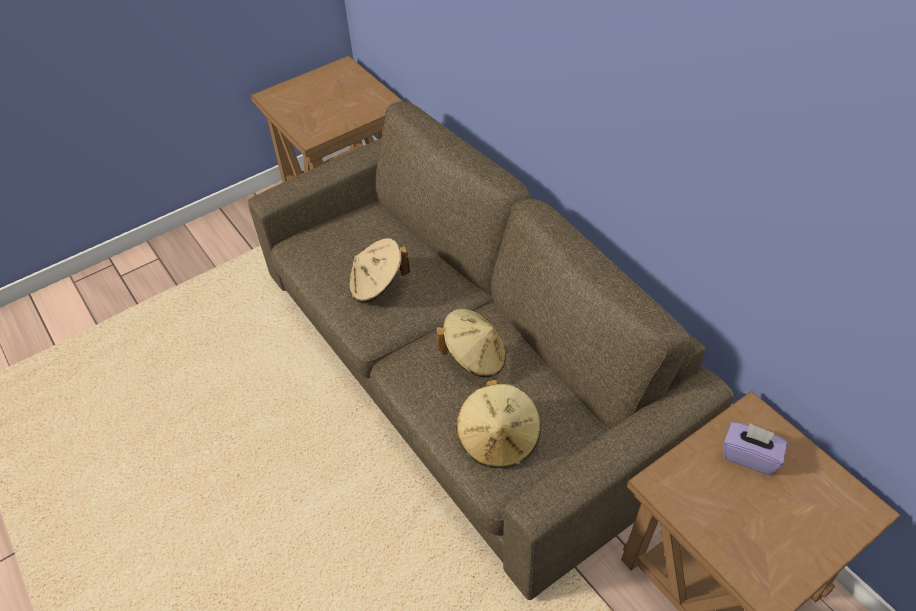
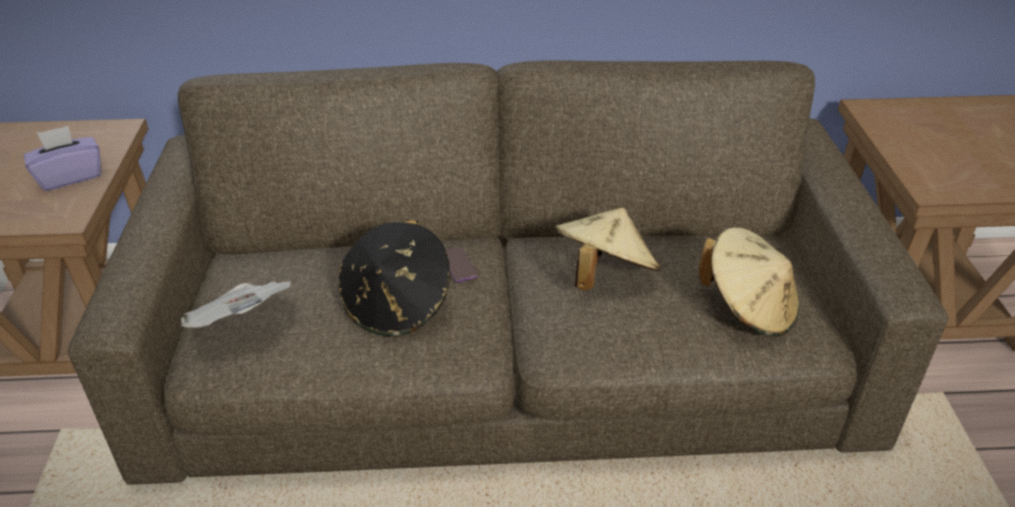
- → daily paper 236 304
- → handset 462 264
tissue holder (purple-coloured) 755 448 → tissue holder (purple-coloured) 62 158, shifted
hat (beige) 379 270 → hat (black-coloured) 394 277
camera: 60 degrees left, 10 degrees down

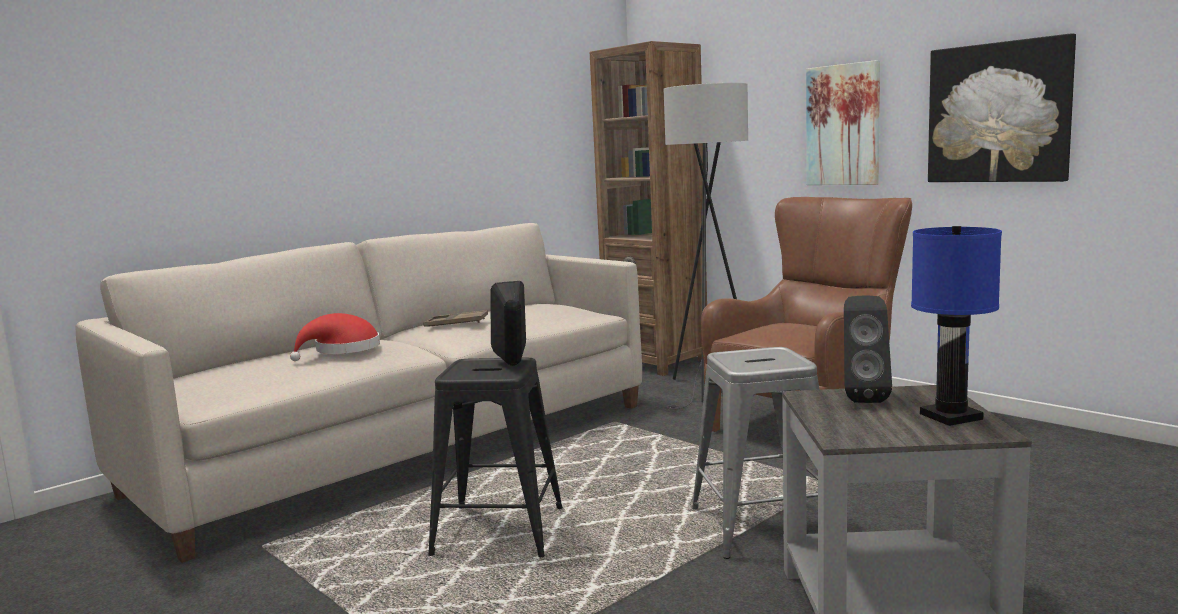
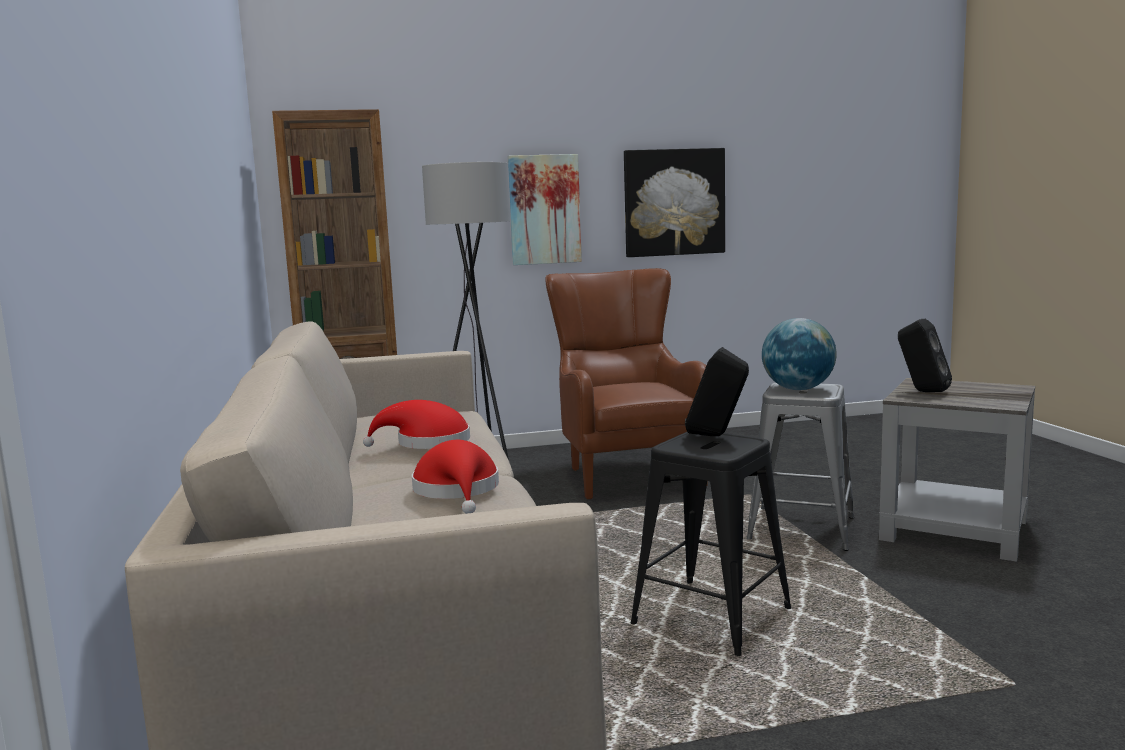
table lamp (blue-coloured) 956 326 → -
- → globe 799 354
carrying tray (brown-coloured) 455 318 → hat (reddish) 416 424
camera: 60 degrees left, 0 degrees up

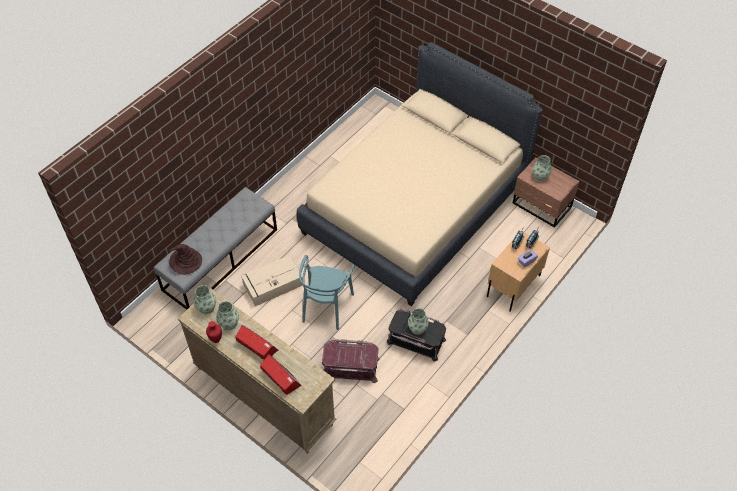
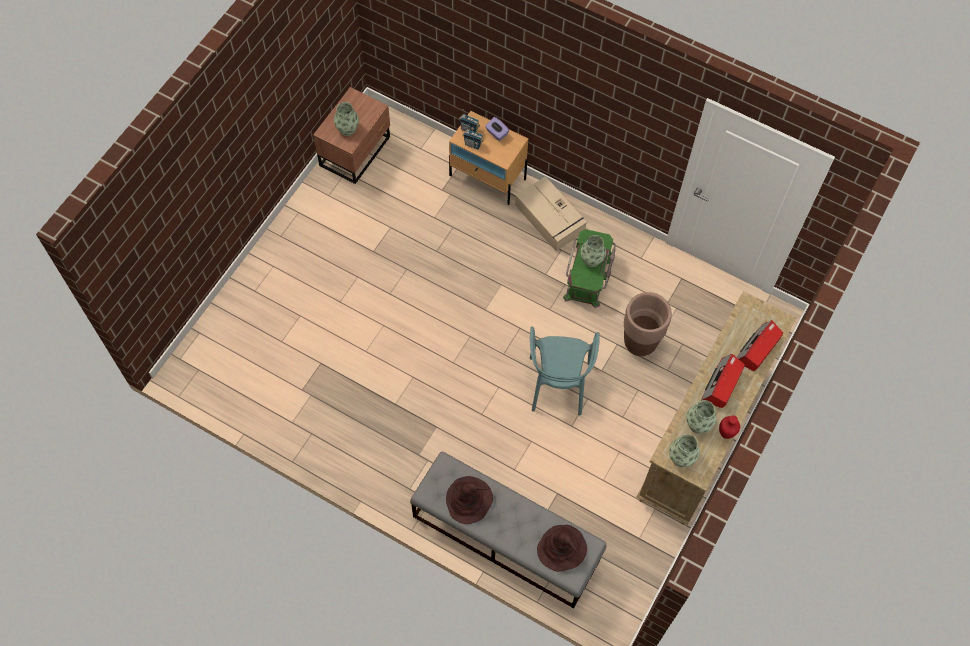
bedroom bed (beige) 420 174 → -
- → hat (brown-coloured) 469 500
storage container (beige) 272 281 → storage container (beige) 551 214, shifted
storage container (reddish) 351 361 → plant pot (brown-coloured) 648 324
storage container (black-coloured) 416 335 → storage container (green) 589 268
plain chair (turquoise) 327 292 → plain chair (turquoise) 565 371, 90 degrees clockwise
camera: 100 degrees left, 10 degrees up

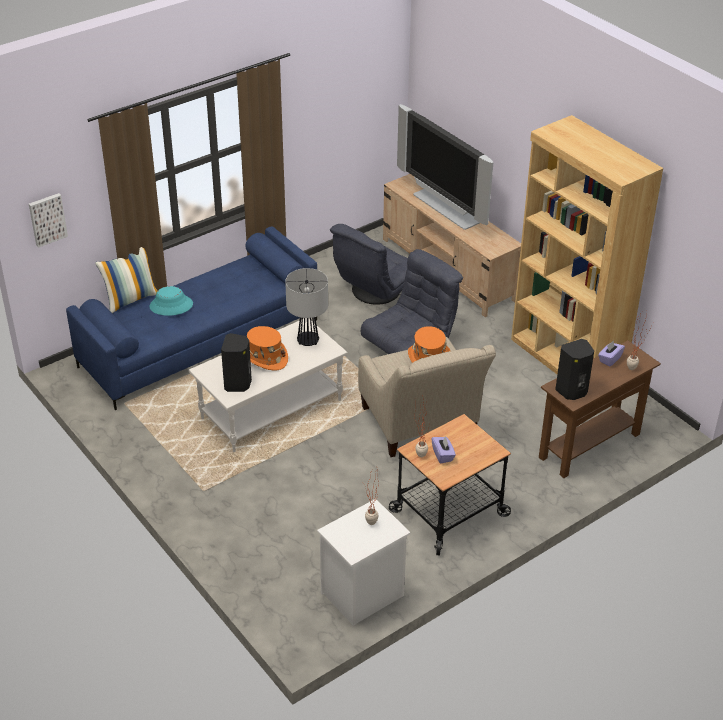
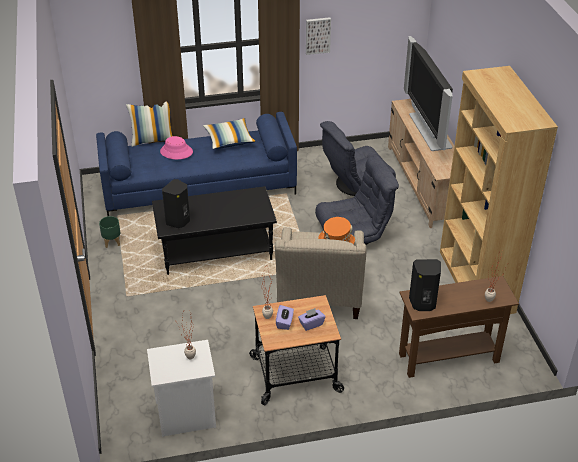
hat (orange) 267 348 → -
table lamp 306 307 → -
- → plant pot (green) 109 232
- → cushion 229 133
wall picture 48 220 → wall picture 318 36, shifted
tissue holder (purple-coloured) 611 353 → tissue holder (purple-coloured) 311 319, shifted
hat (turquoise) 171 301 → hat (pinkish) 176 147
low table (whitish) 268 385 → low table (black-coloured) 214 230
camera: 25 degrees right, 0 degrees up

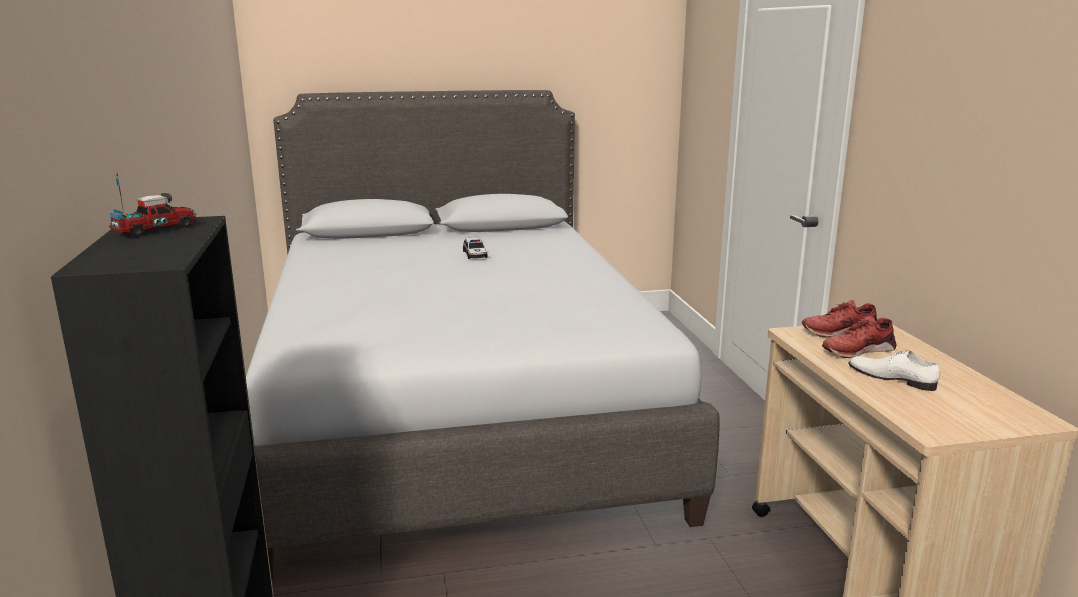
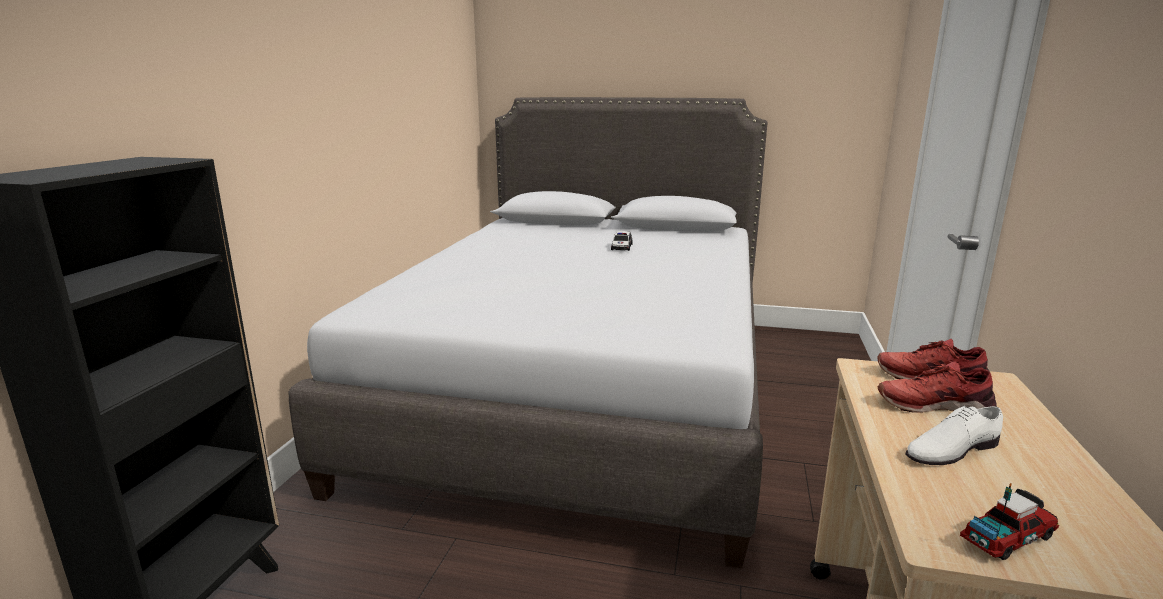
model truck 153 204 → model truck 1009 521, shifted
low shoe (whitish) 894 370 → low shoe (whitish) 954 435, 90 degrees counterclockwise
camera: 25 degrees right, 0 degrees up

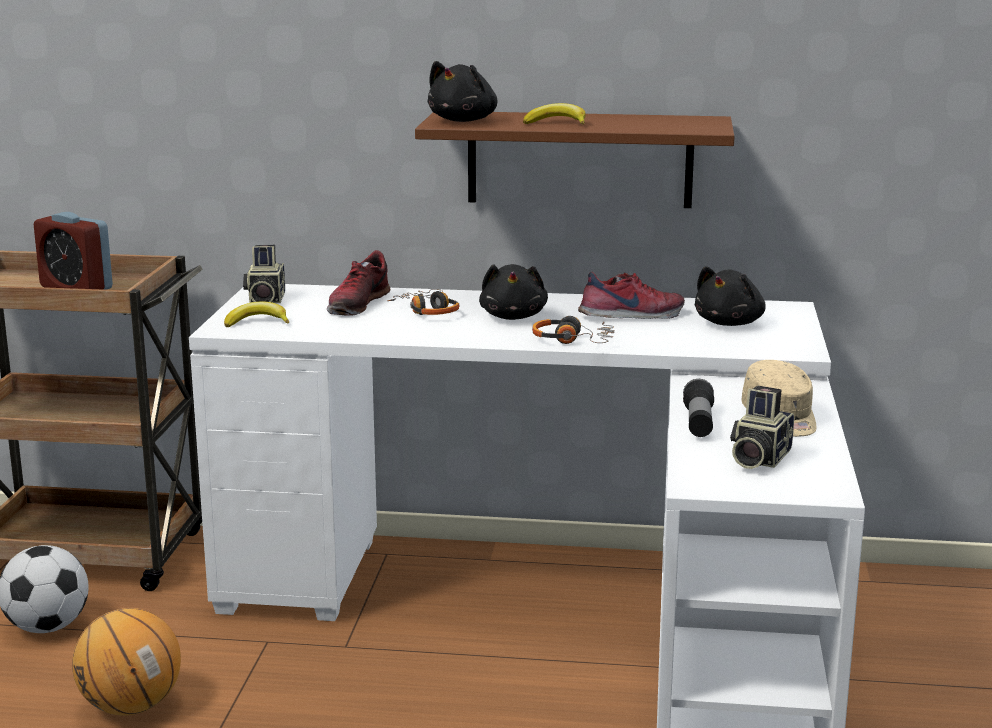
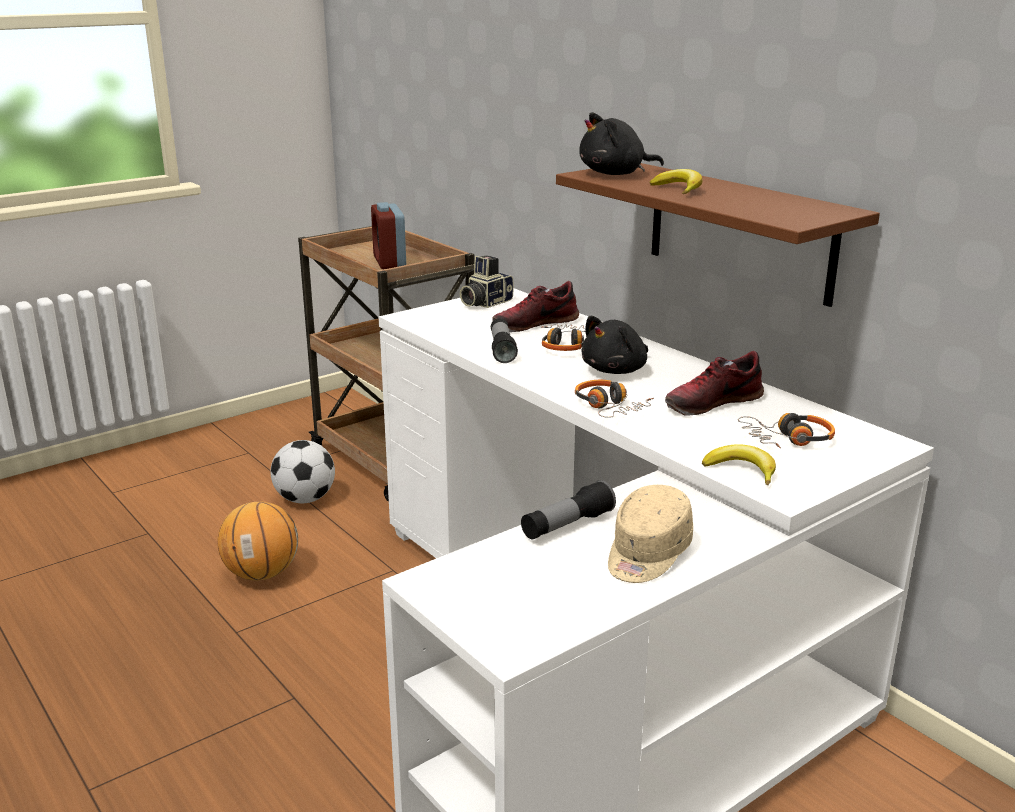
photo camera 762 427 → -
- → torch 504 340
whole banana 256 314 → whole banana 739 464, shifted
cuddly toy (black-coloured) 730 296 → pair of headphones 786 430
low shoe 631 295 → low shoe 714 383, 120 degrees clockwise
camera: 45 degrees right, 5 degrees up

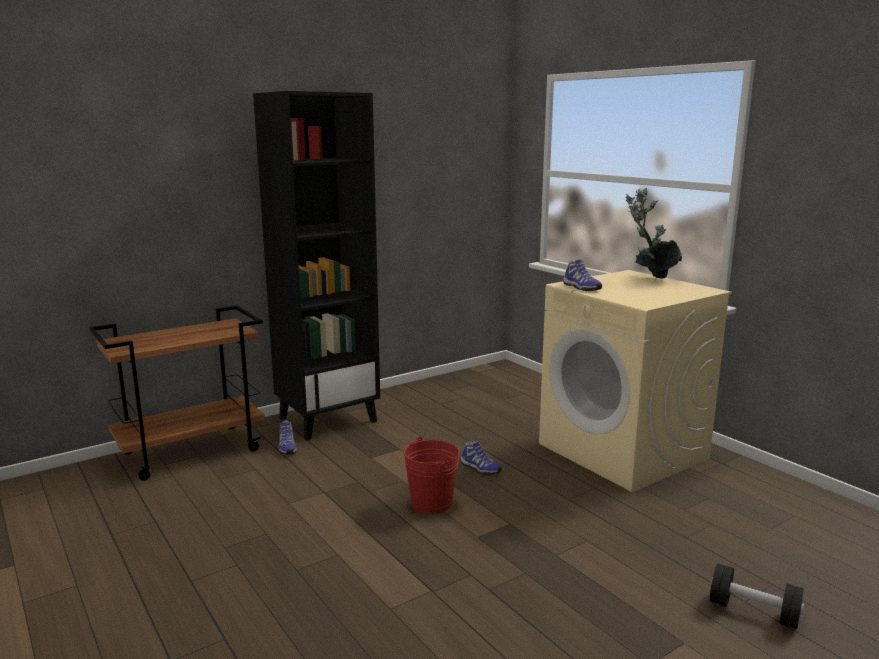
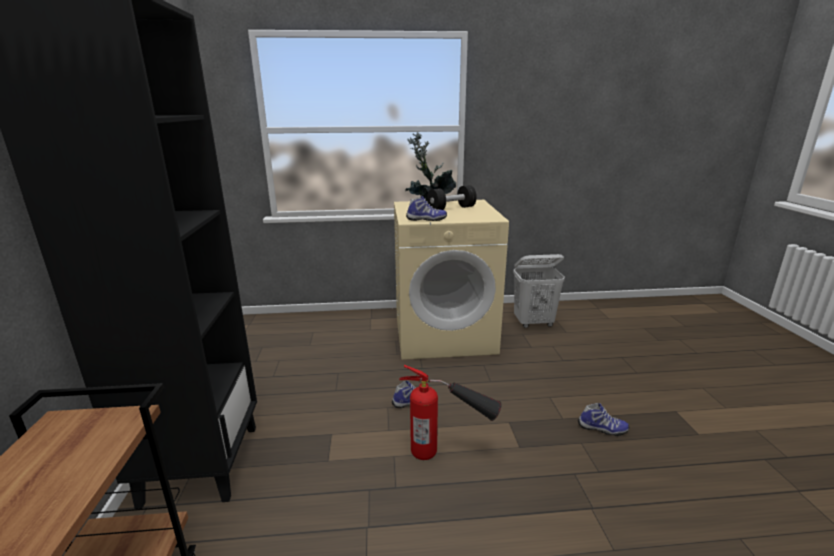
- → laundry basket (whitish) 539 291
low shoe 287 437 → low shoe 603 419, shifted
dumbbell (black-coloured) 757 596 → dumbbell (black-coloured) 452 197, shifted
pail (reddish) 431 475 → fire-fighting cylinder 450 412
camera: 60 degrees left, 5 degrees up

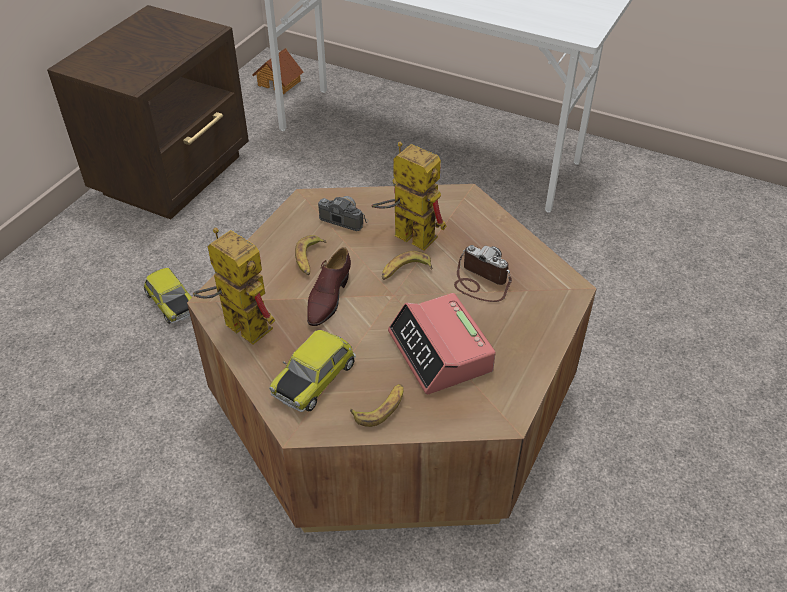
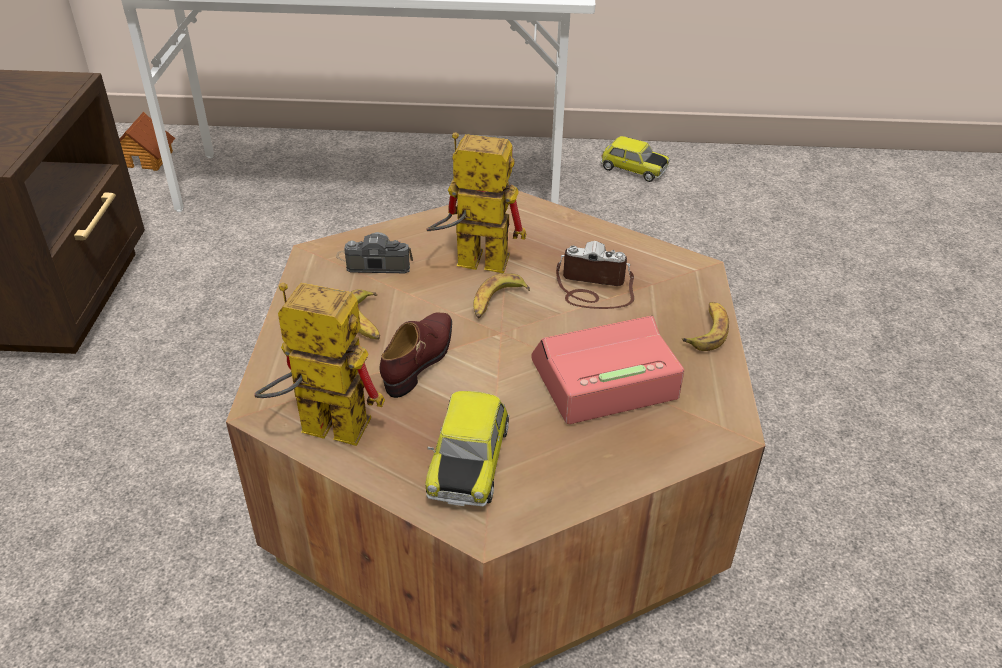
model car 168 296 → model car 635 159, shifted
whole banana 377 405 → whole banana 705 326, shifted
low shoe (brown-coloured) 329 286 → low shoe (brown-coloured) 415 355, 150 degrees counterclockwise
table clock 442 343 → table clock 607 370, 120 degrees clockwise
camera: 25 degrees left, 5 degrees down

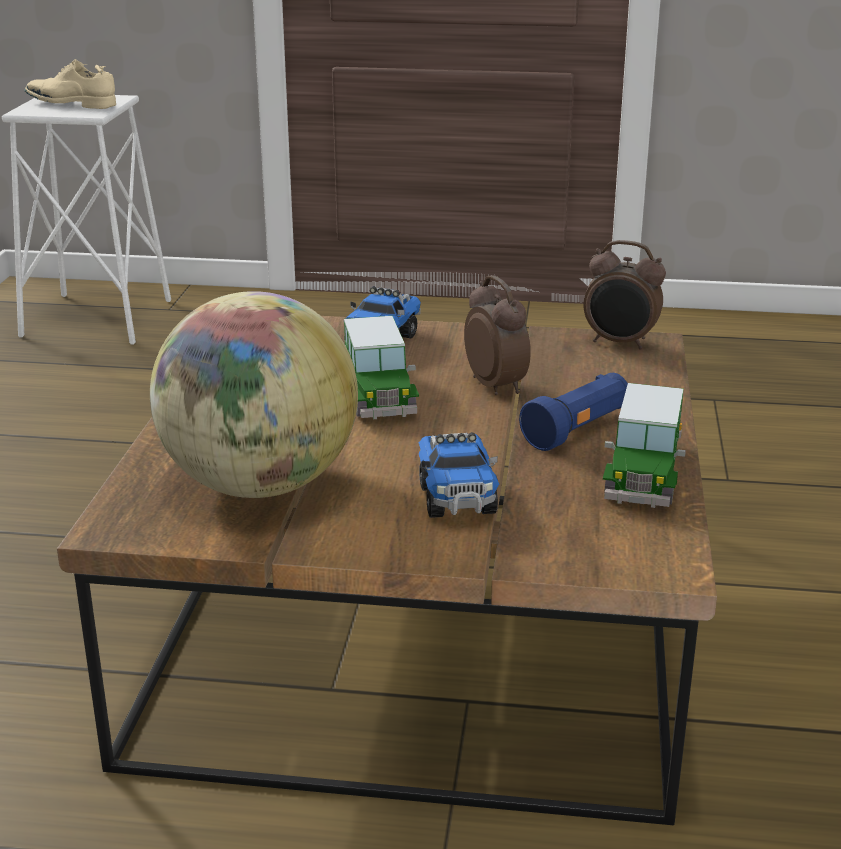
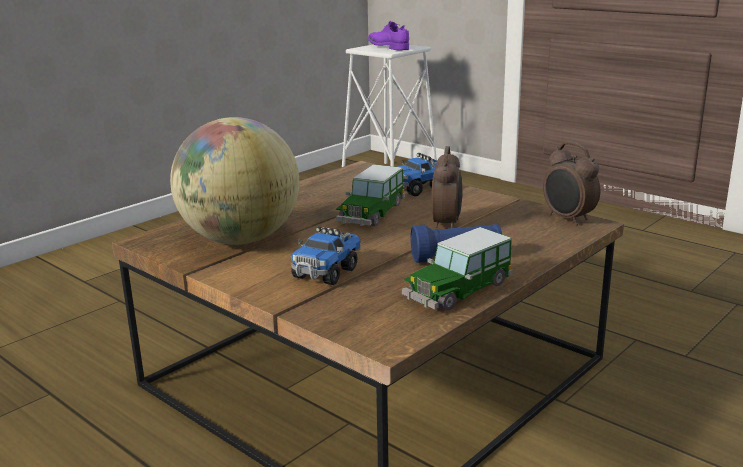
low shoe (beige) 70 84 → low shoe (purple-coloured) 388 36
camera: 35 degrees right, 5 degrees down

